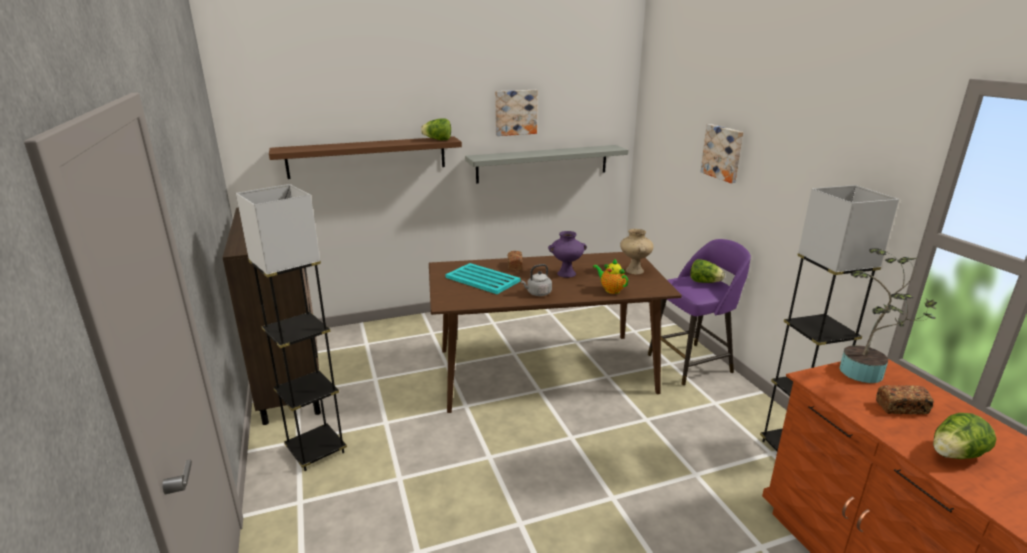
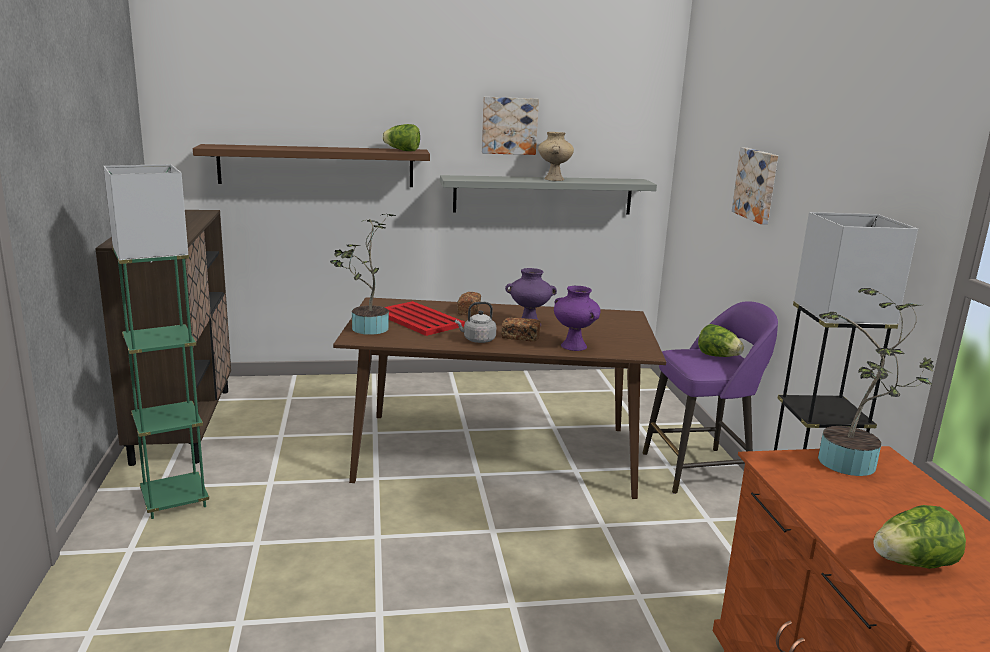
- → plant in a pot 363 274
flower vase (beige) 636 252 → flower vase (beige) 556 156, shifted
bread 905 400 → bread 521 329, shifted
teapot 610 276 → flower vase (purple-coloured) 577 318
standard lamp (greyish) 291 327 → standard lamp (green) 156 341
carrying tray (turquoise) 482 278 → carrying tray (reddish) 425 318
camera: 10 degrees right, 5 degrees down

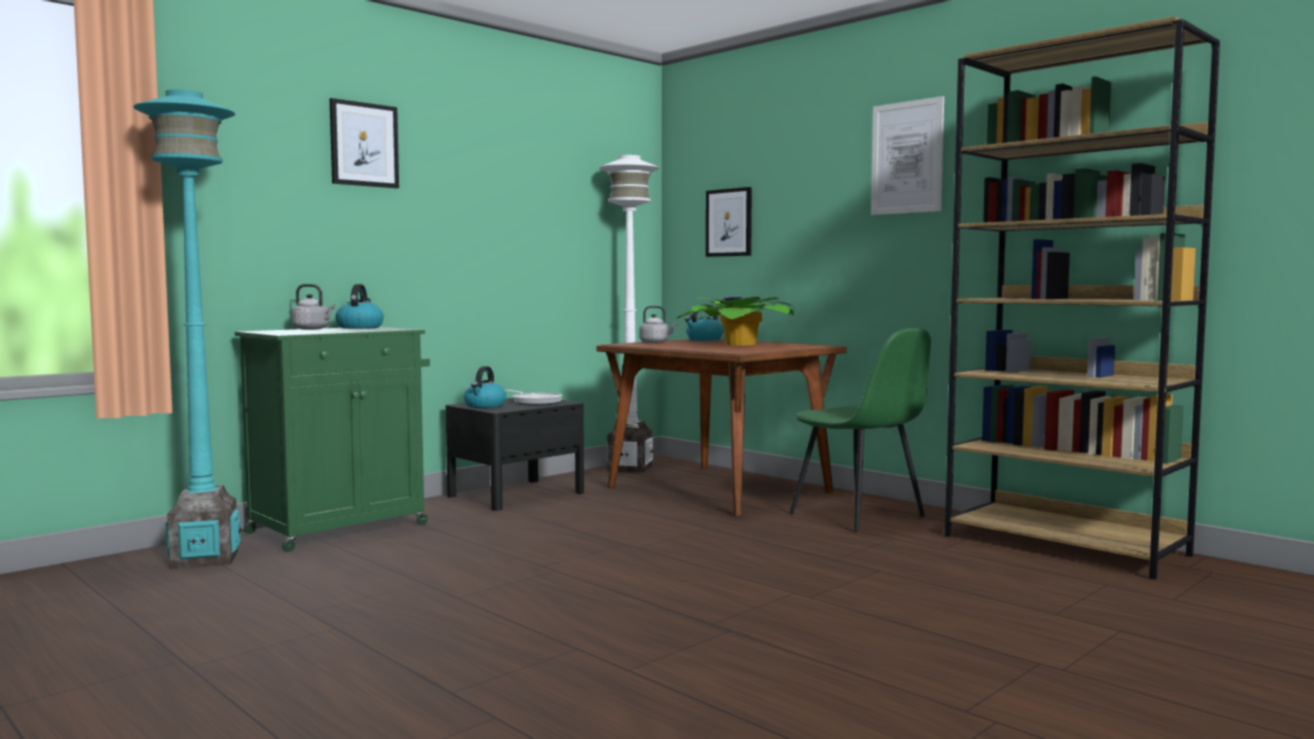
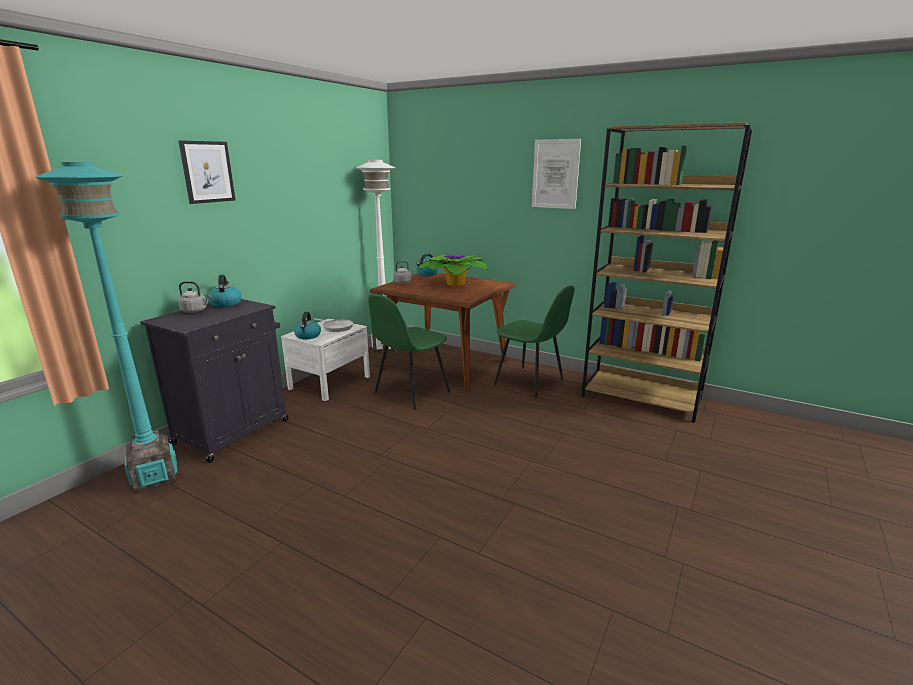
wall picture 729 222 → -
- → plain chair (green) 409 352
storage cabinet (green) 332 439 → storage cabinet (black-coloured) 214 381
night table (black-coloured) 515 454 → night table (whitish) 325 360
camera: 15 degrees left, 15 degrees up

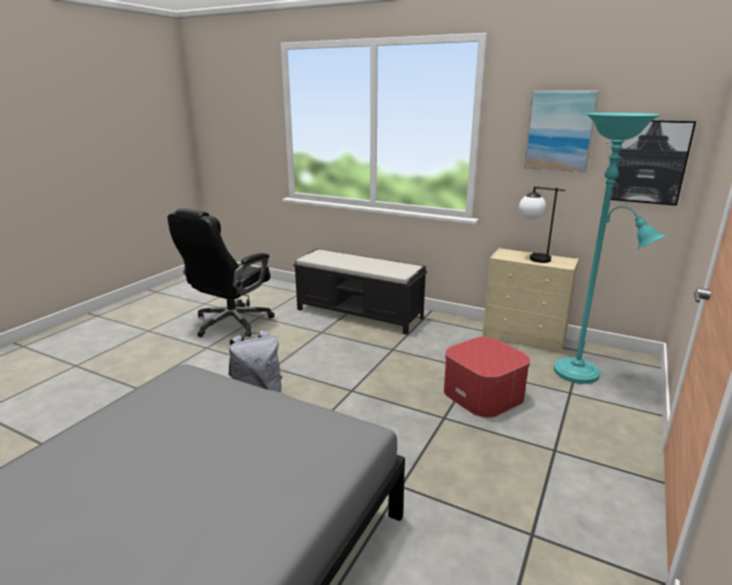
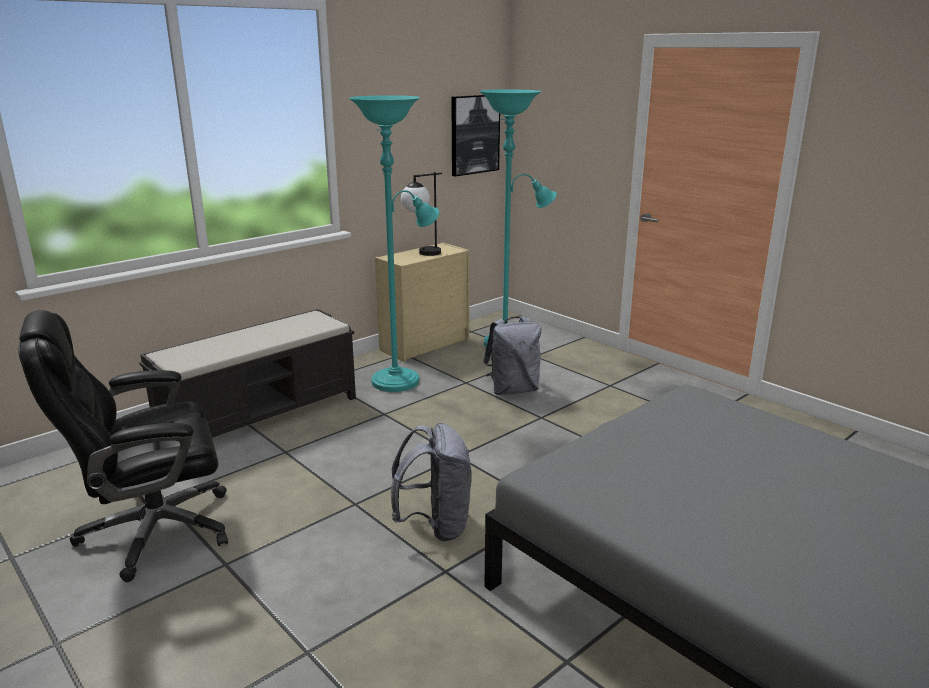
wall picture 561 131 → -
- → standard lamp (turquoise) 394 243
footrest 487 377 → backpack (greyish) 512 356
desk chair (black-coloured) 221 272 → desk chair (black-coloured) 123 446, 105 degrees clockwise
camera: 70 degrees left, 0 degrees up

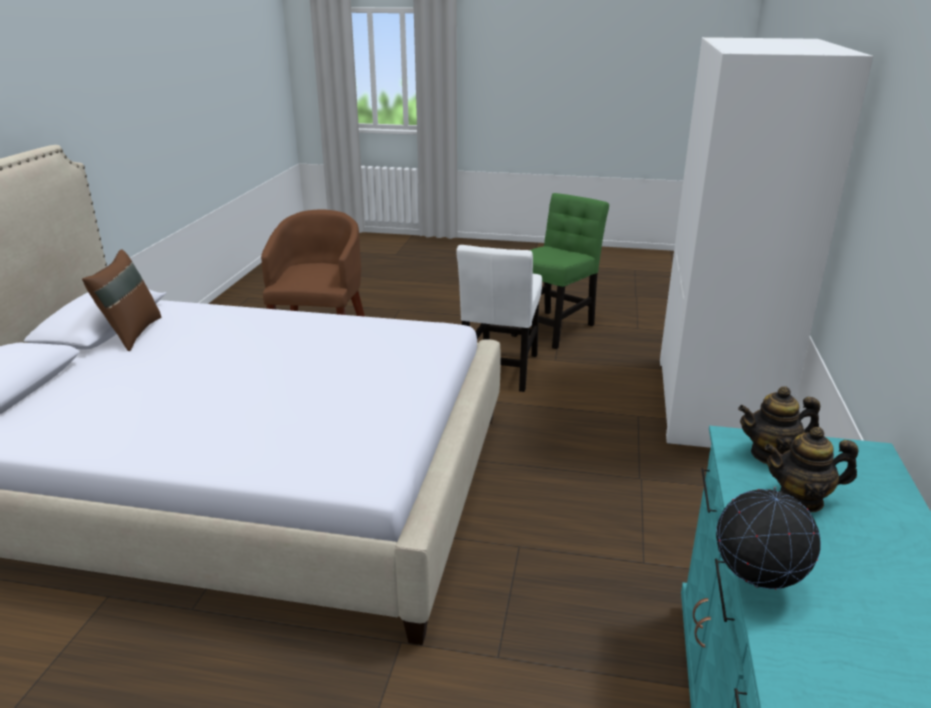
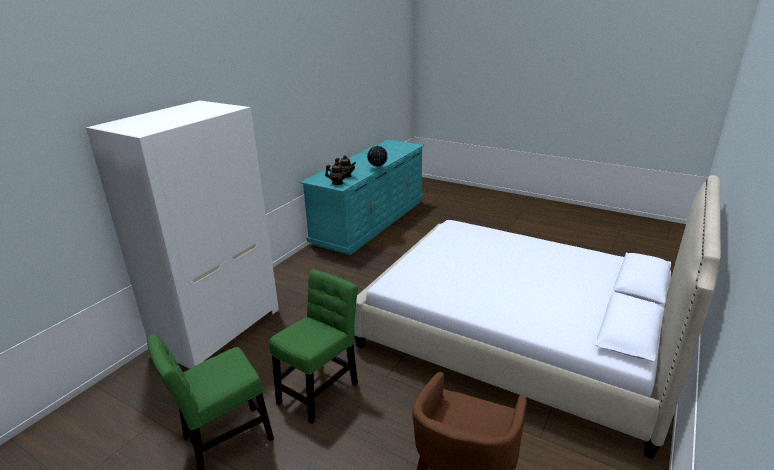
cushion (brown-coloured) 121 300 → -
plain chair (whitish) 499 318 → plain chair (green) 313 347
camera: 160 degrees left, 0 degrees up

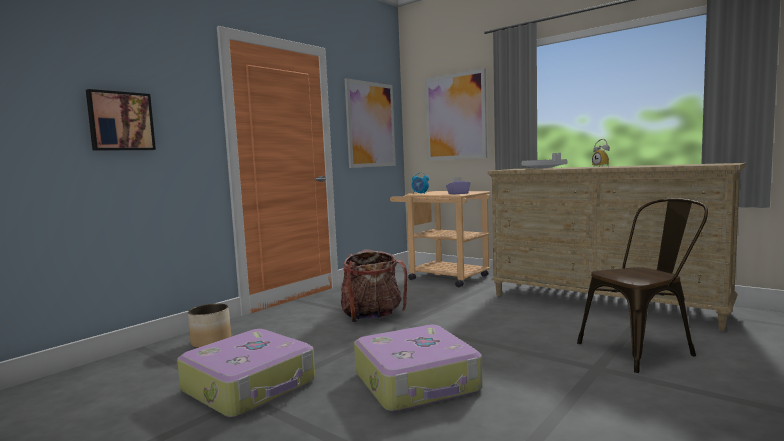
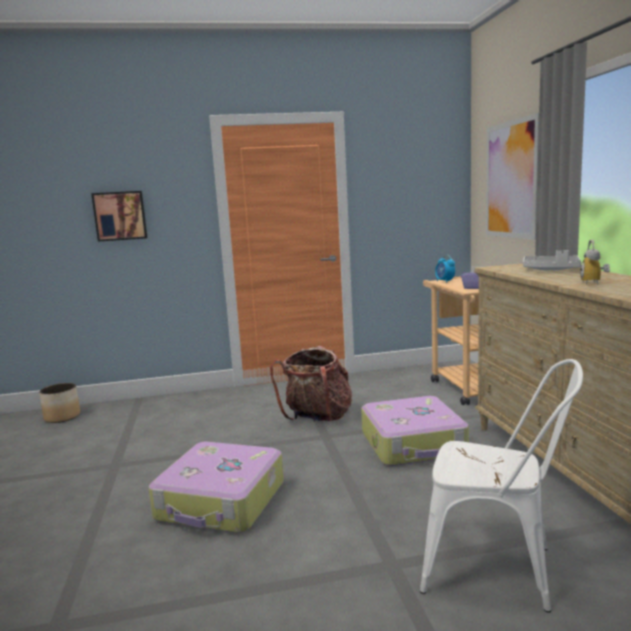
wall picture 370 123 → -
suitcase 246 373 → suitcase 415 431, shifted
plant pot 209 325 → plant pot 59 403, shifted
plain chair (brown-coloured) 642 285 → plain chair (whitish) 501 486
camera: 40 degrees right, 5 degrees up

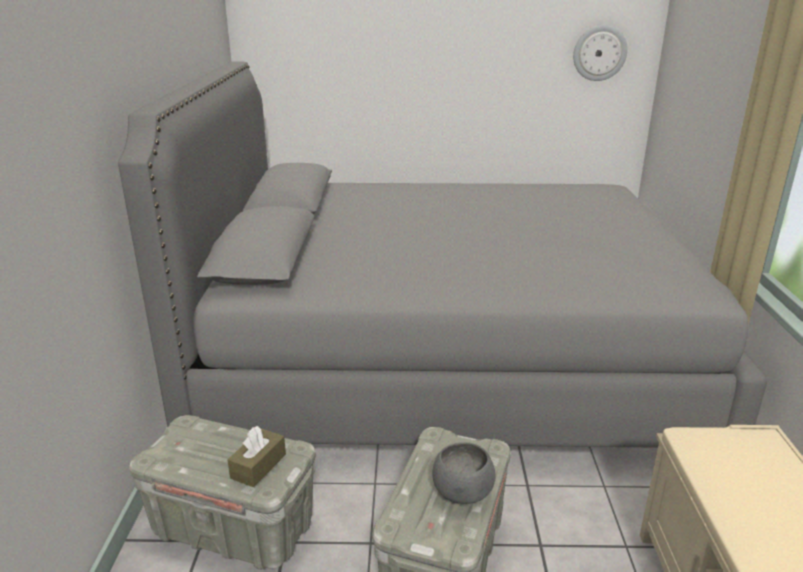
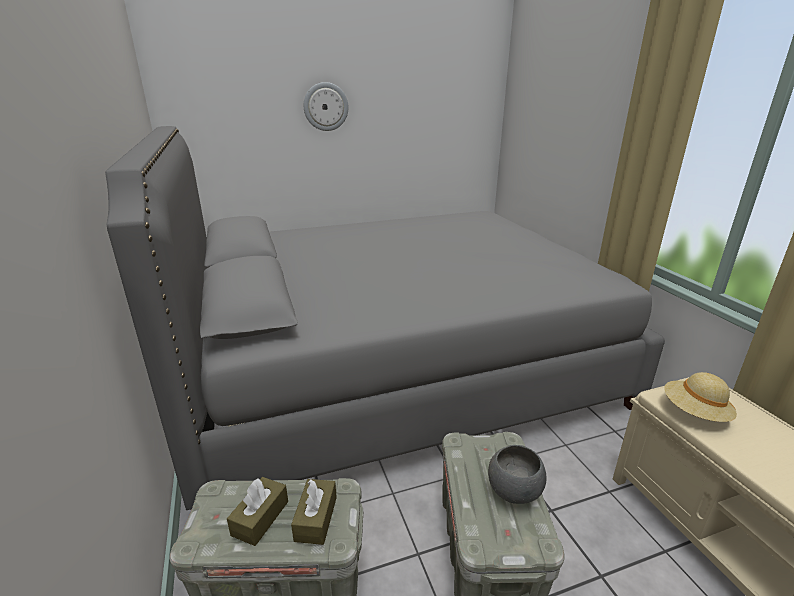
- → tissue holder (brown-coloured) 257 511
- → hat (beige) 700 397
hanging clock 600 53 → hanging clock 326 106, shifted
camera: 20 degrees left, 0 degrees up

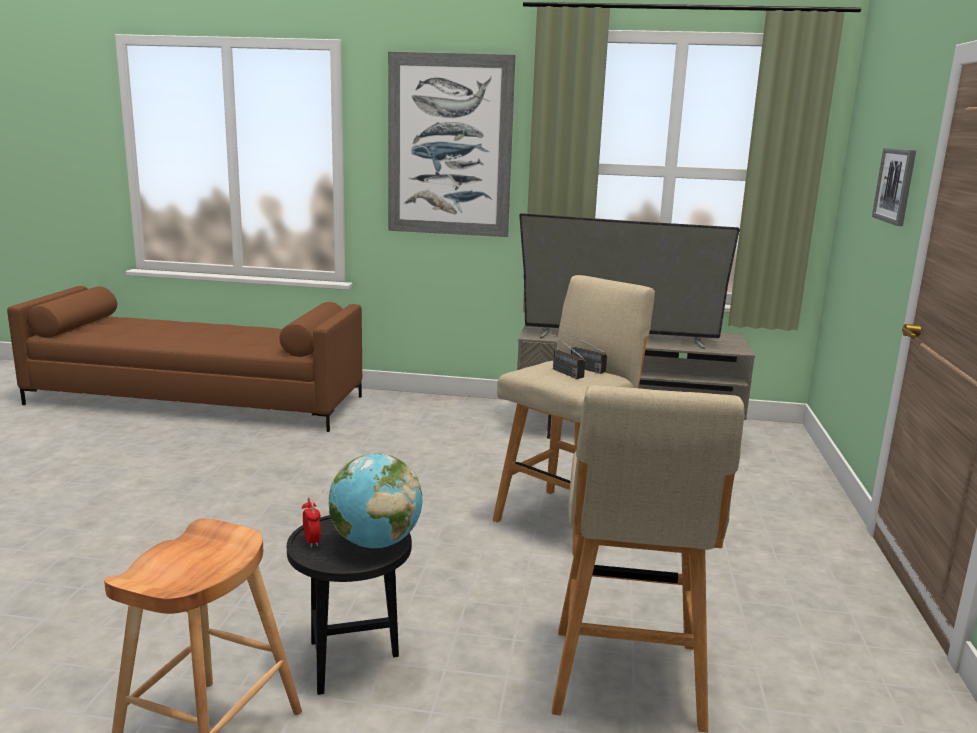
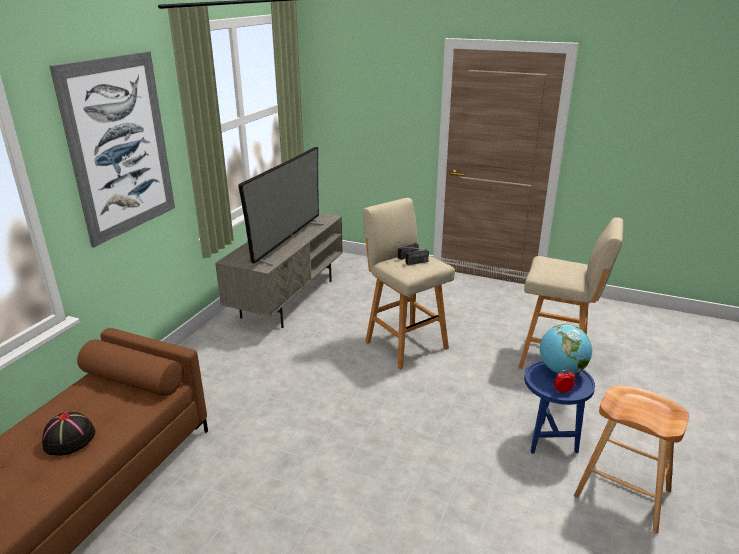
wall picture 894 187 → -
- → hat (black-coloured) 68 434
side table (black-coloured) 349 605 → side table (blue-coloured) 559 407
camera: 75 degrees left, 10 degrees up

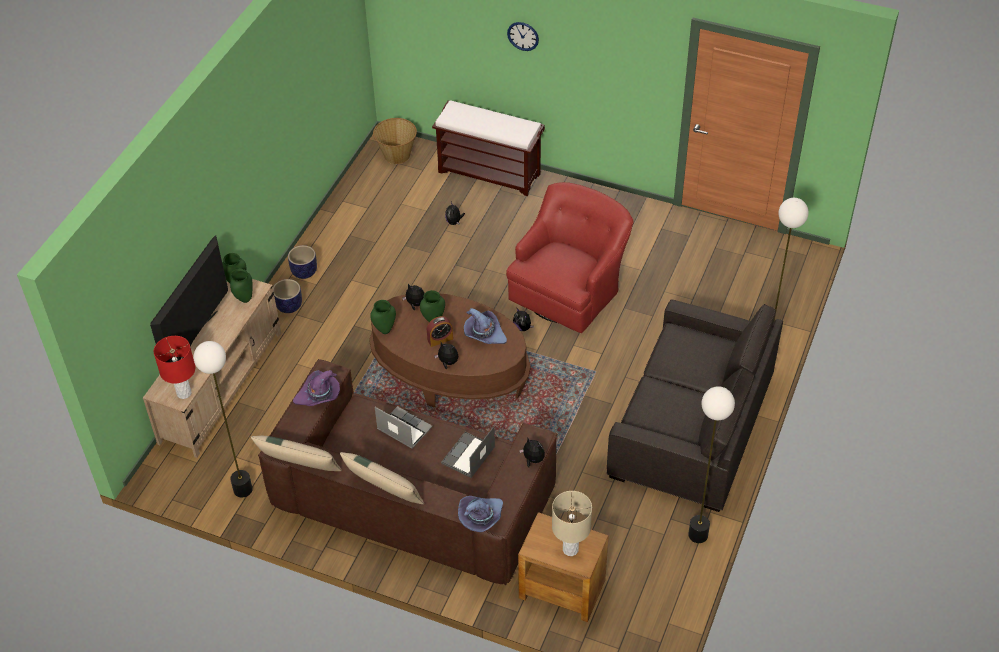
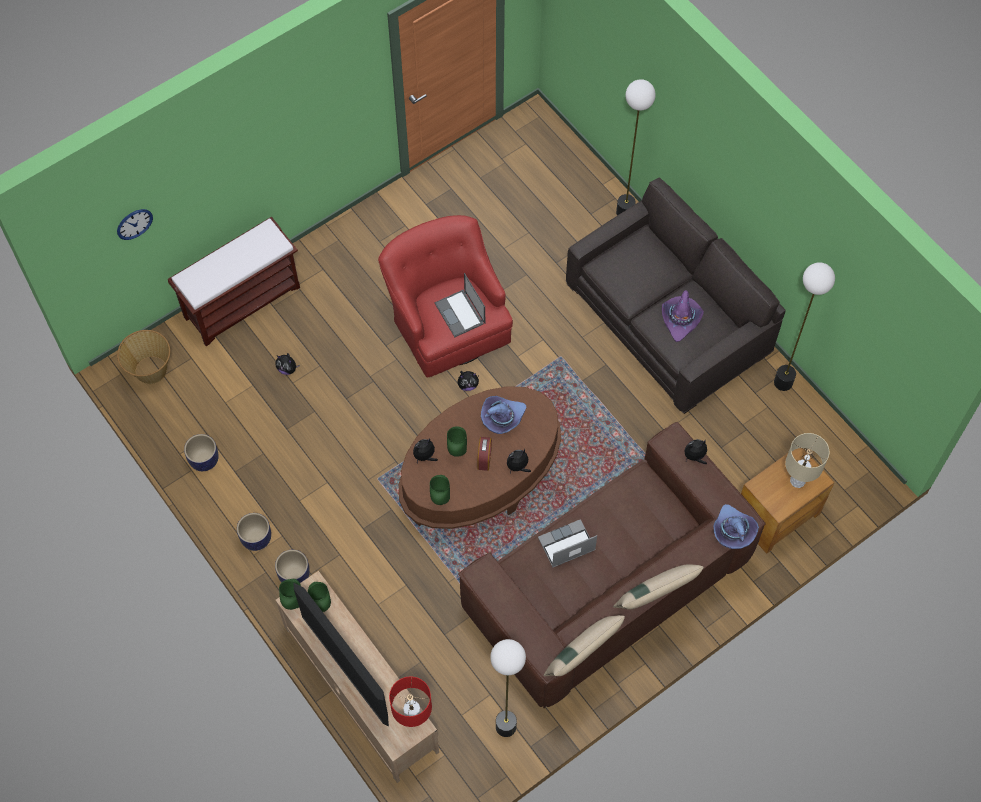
- → plant pot 201 452
hat (purple-coloured) 316 388 → hat (purple-coloured) 683 316, shifted
laptop 468 452 → laptop 459 305, shifted
hanging clock 523 36 → hanging clock 135 224, shifted
camera: 60 degrees left, 15 degrees up

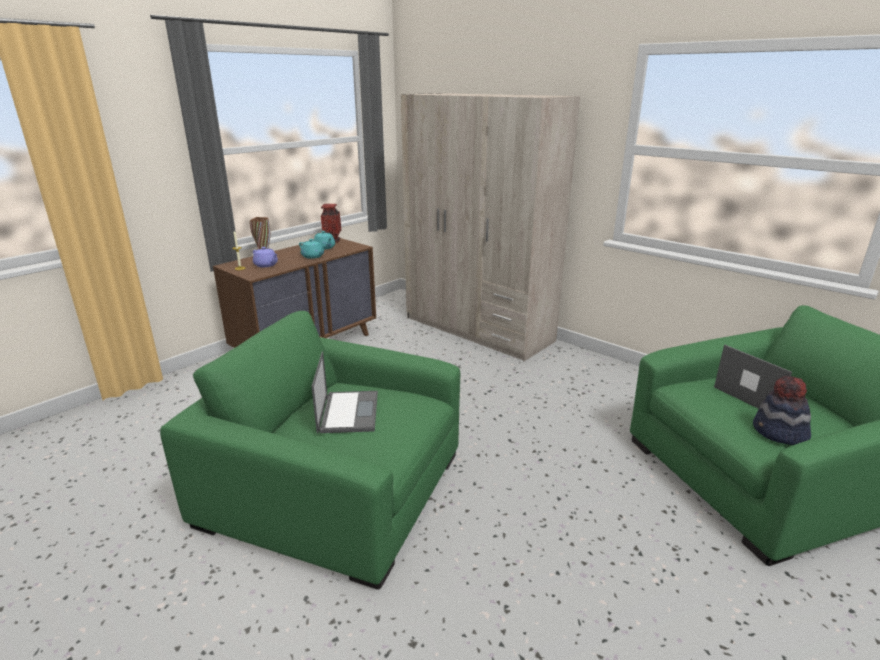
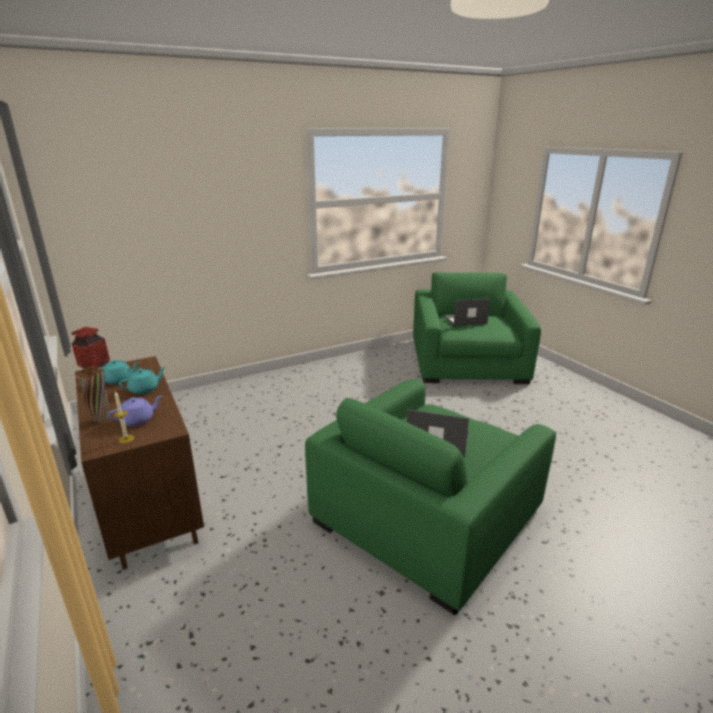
armoire (beige) 490 227 → -
hat 782 410 → -
camera: 70 degrees left, 0 degrees up

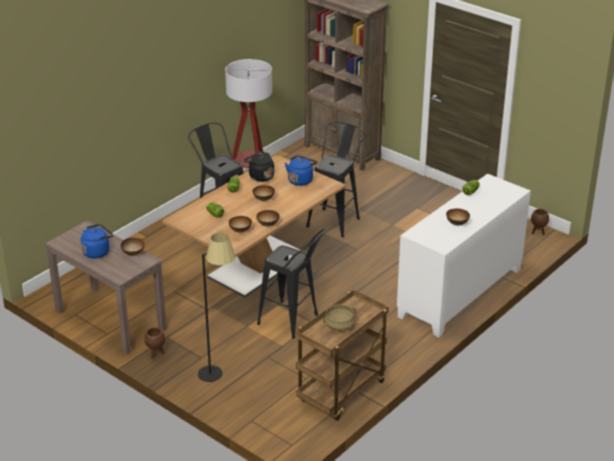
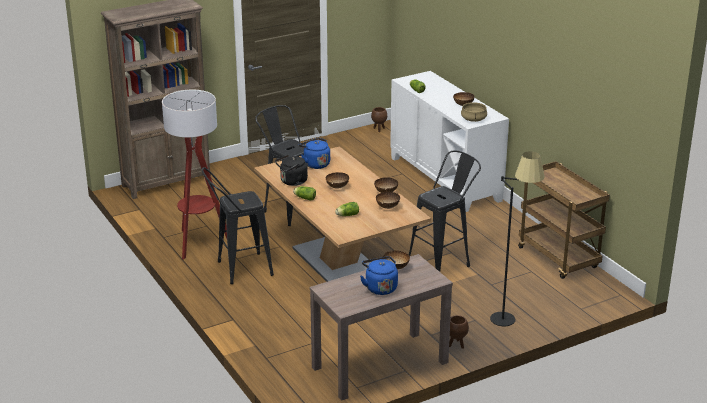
saucepot (beige) 339 317 → saucepot (beige) 474 112, shifted
camera: 70 degrees left, 5 degrees down

